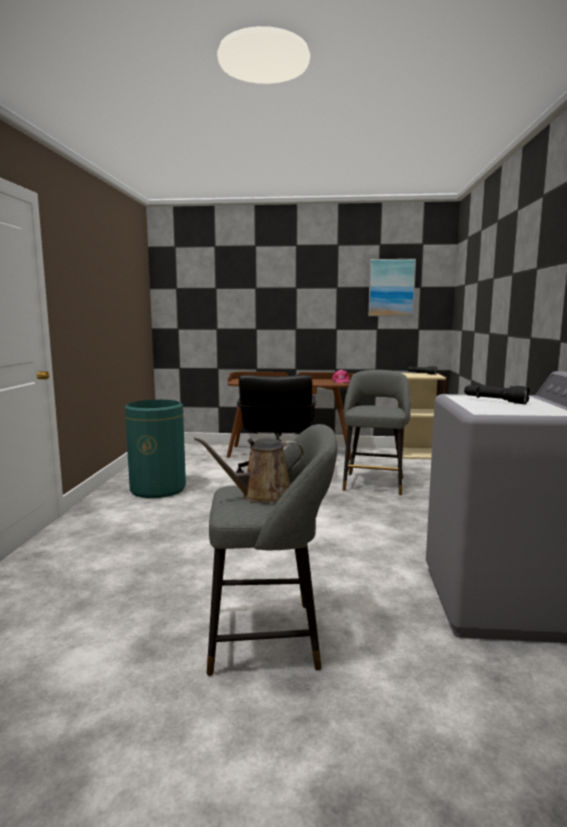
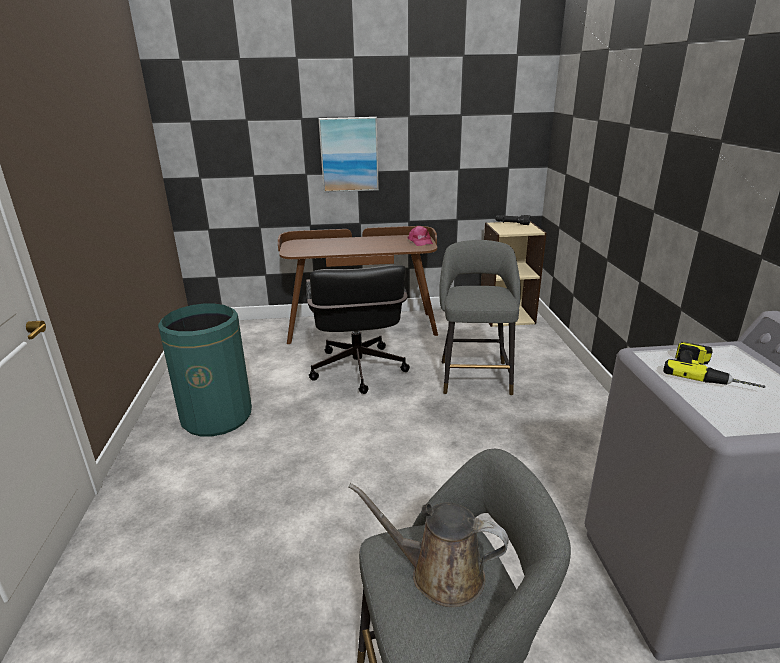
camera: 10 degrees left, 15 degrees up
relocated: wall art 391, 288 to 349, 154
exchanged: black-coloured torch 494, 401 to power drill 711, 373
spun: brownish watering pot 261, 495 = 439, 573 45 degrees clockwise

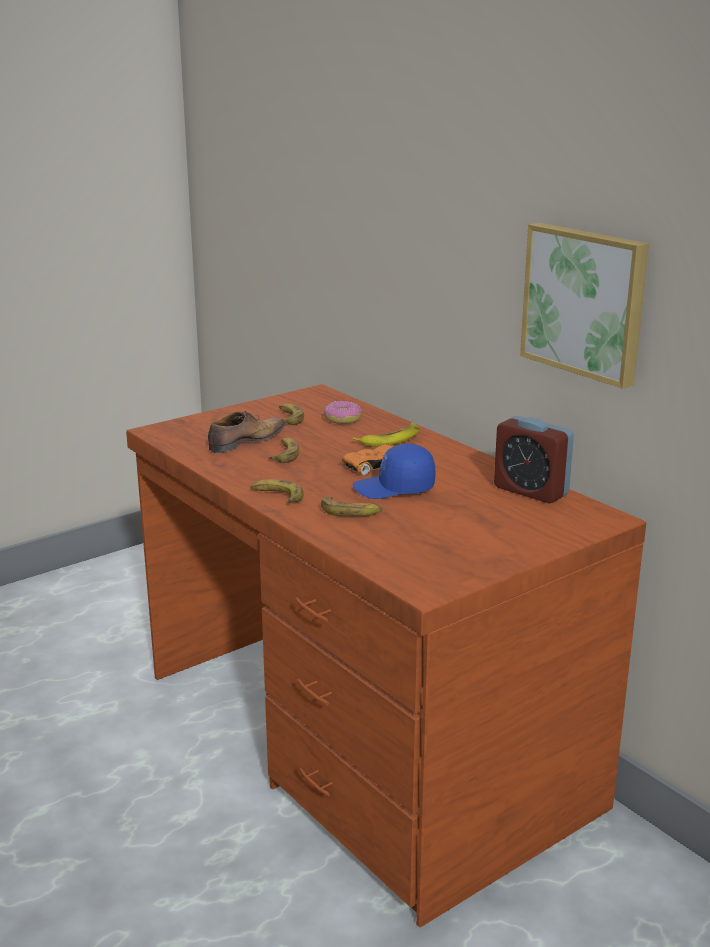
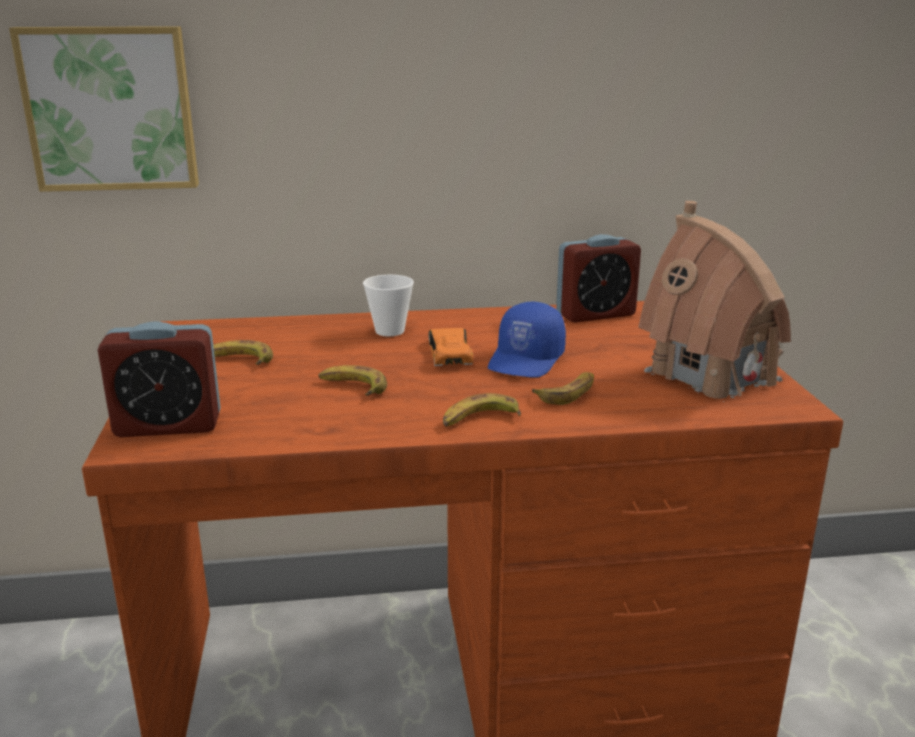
camera: 60 degrees left, 0 degrees up
missing: item of footwear 245, 442; doughnut 342, 419
appeared: bedside clock 168, 425; model house 711, 375
relocated: wall art 586, 302 to 111, 109
exchanged: banana fruit 391, 439 to small cup 389, 331

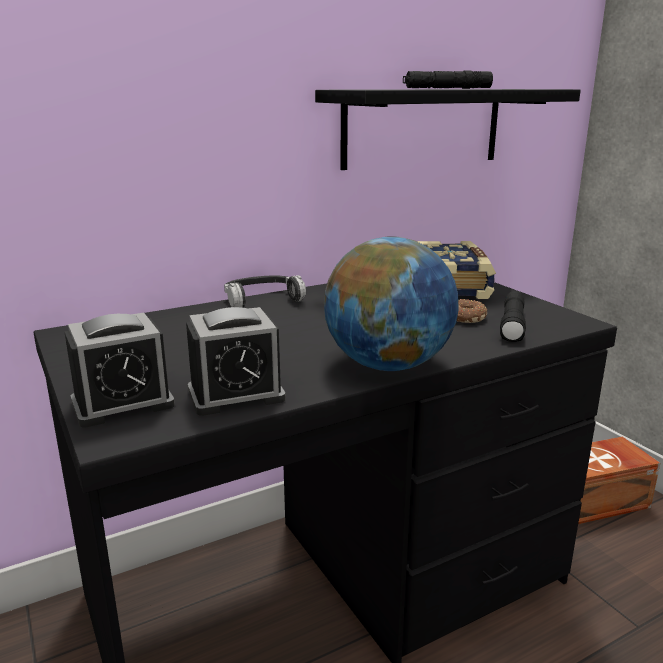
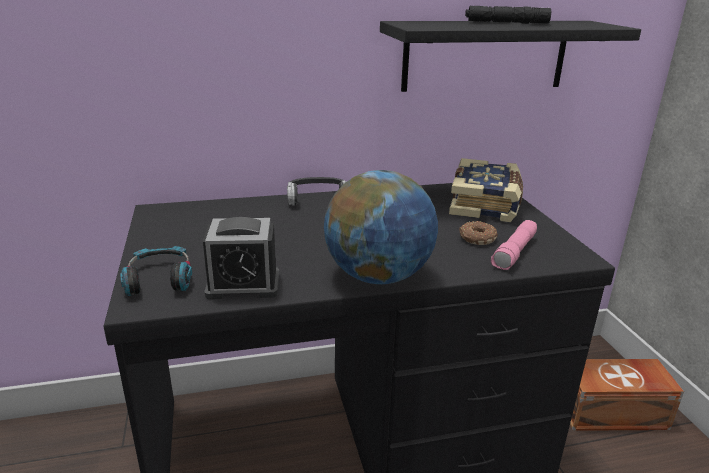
camera: 15 degrees right, 5 degrees up
exchanged: bedside clock 123, 403 to headphones 159, 279
colour: black-coloured torch 513, 325 to pink-coloured torch 515, 253

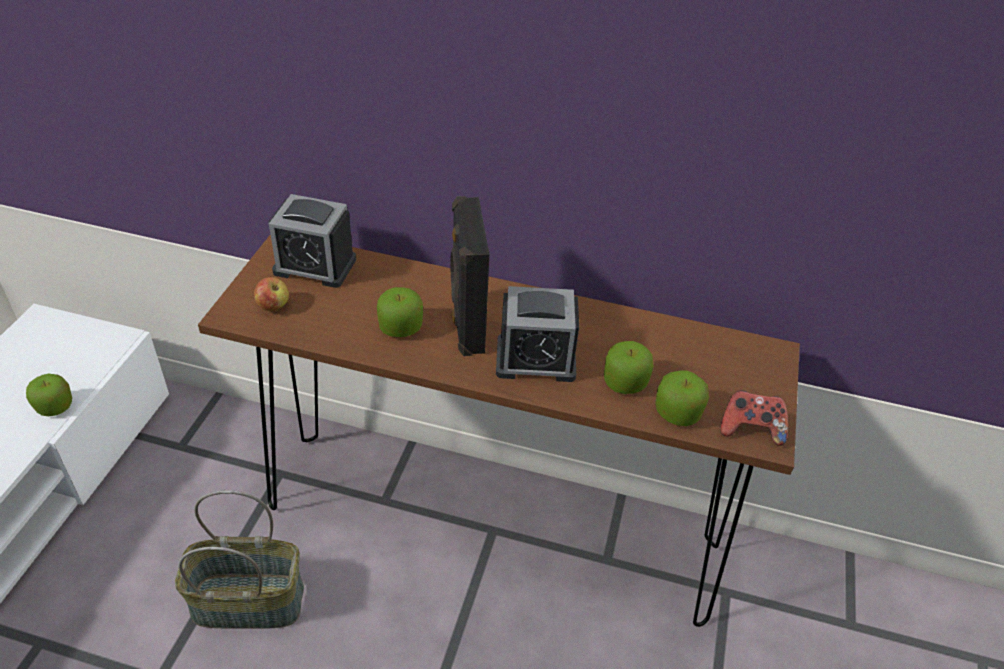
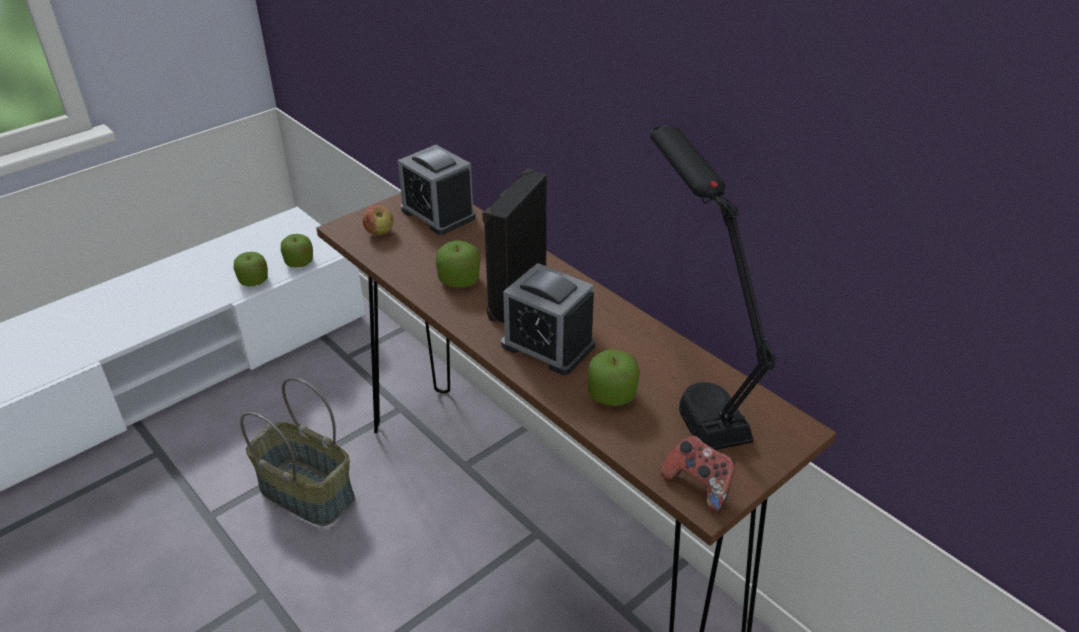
camera: 35 degrees right, 5 degrees down
appeared: black-coloured table lamp 690, 383
relocated: whole apple 677, 413 to 299, 262

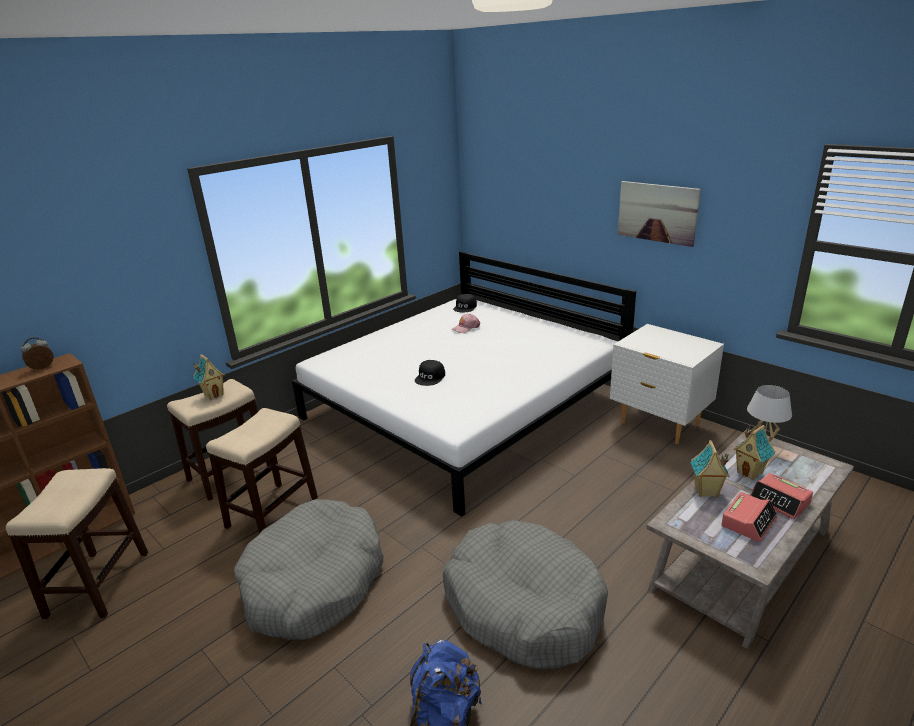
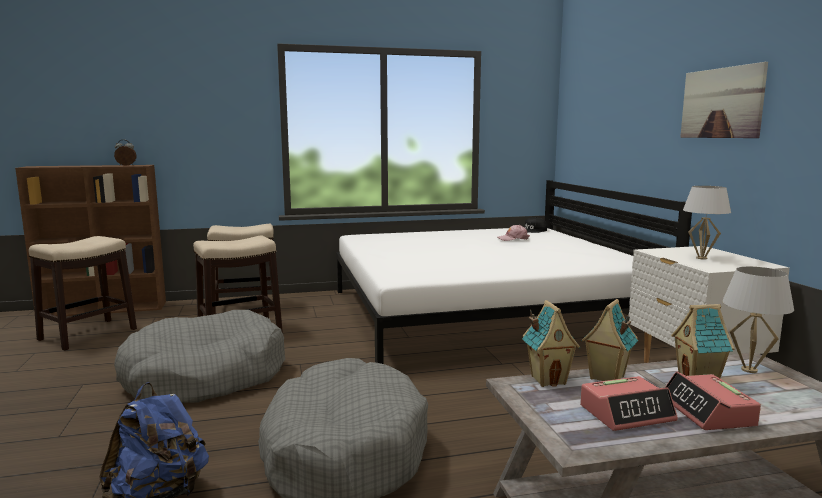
camera: 30 degrees right, 15 degrees down
missing: black-coloured baseball cap 430, 377
appeared: whitish table lamp 702, 258
relocated: model house 214, 395 to 548, 380

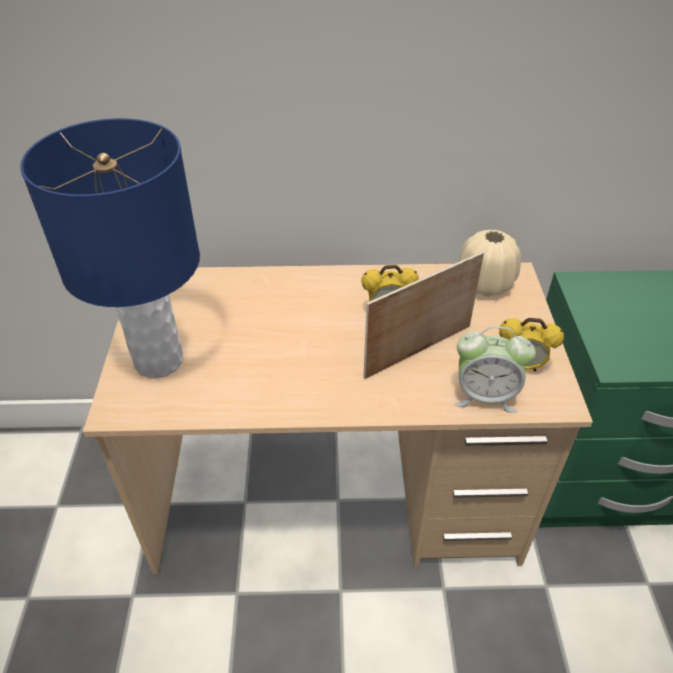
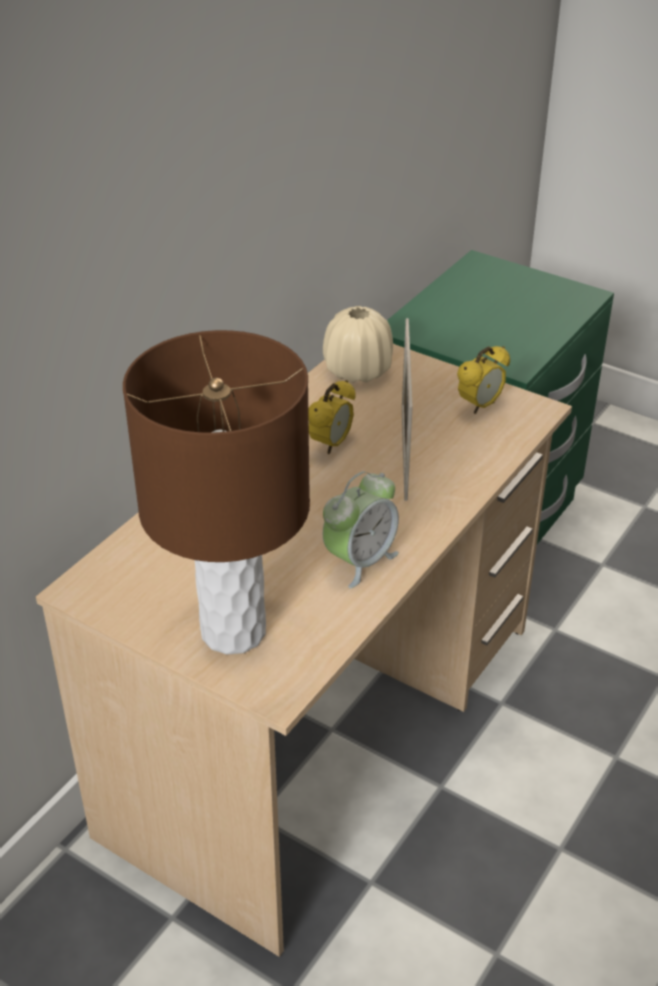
camera: 55 degrees left, 5 degrees down
relocated: bedside clock 485, 396 to 360, 561
colour: bluish table lamp 159, 360 to brownish table lamp 233, 630

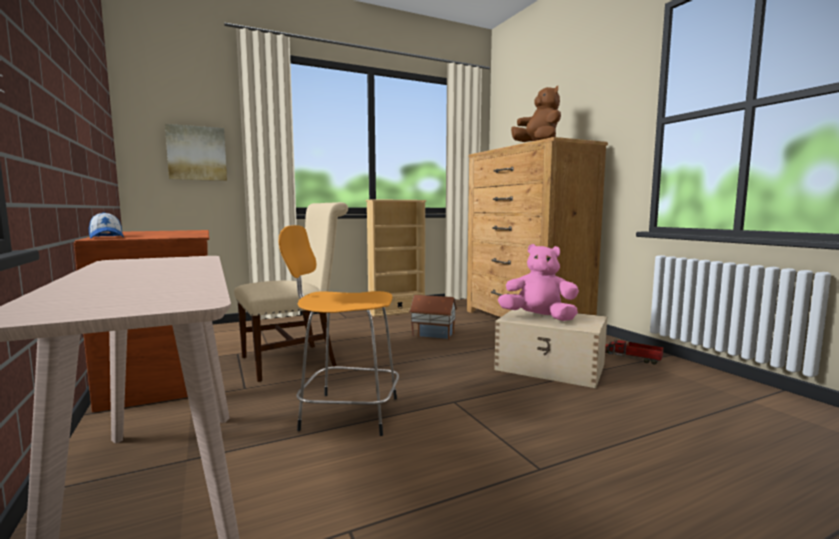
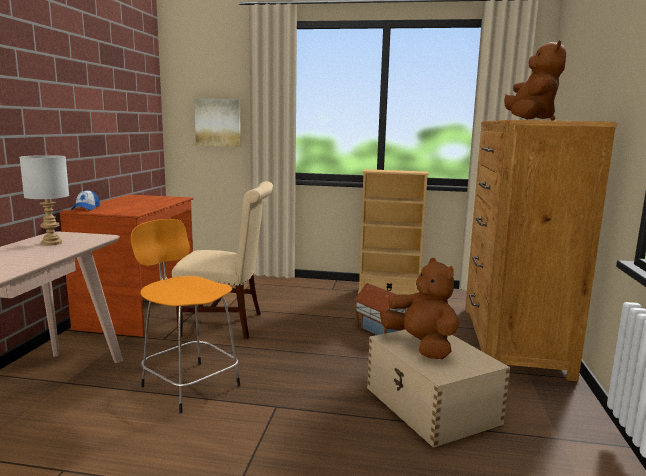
camera: 35 degrees right, 5 degrees up
missing: model truck 631, 358
appeared: greyish table lamp 52, 243
colour: pink-coloured cuddly toy 539, 318 to brownish cuddly toy 421, 346

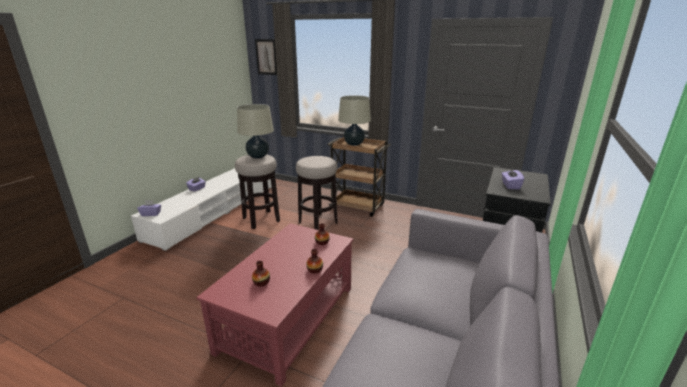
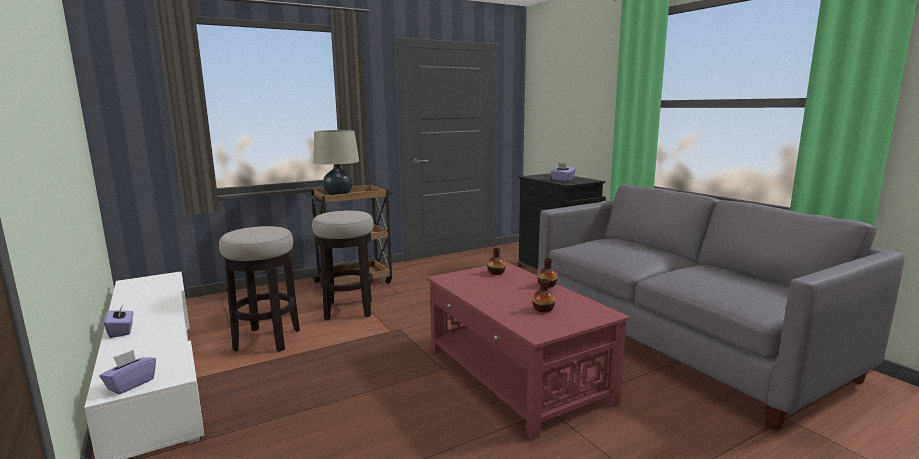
camera: 55 degrees left, 10 degrees down
missing: sand-coloured table lamp 258, 156; wall art 266, 57

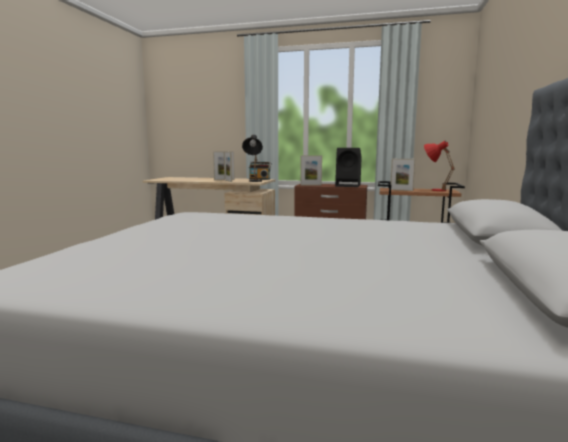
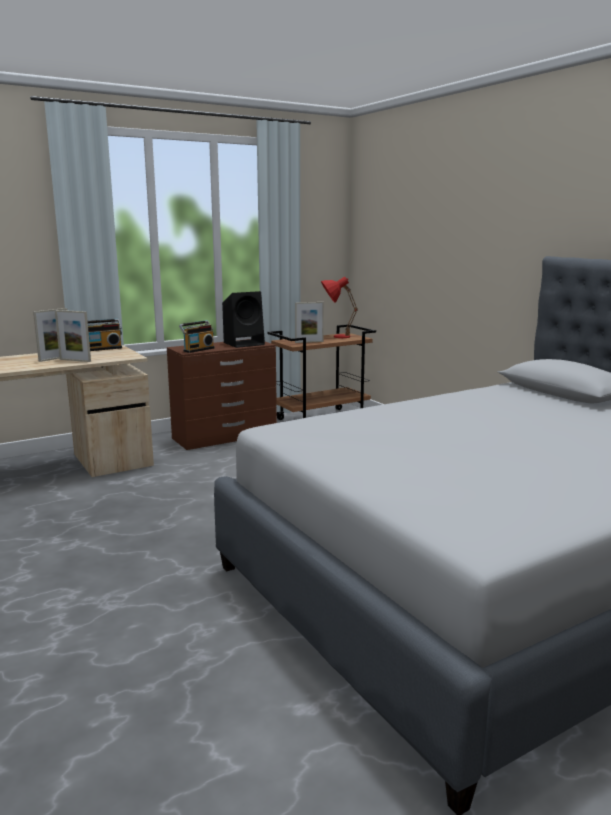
camera: 45 degrees left, 5 degrees up
missing: black-coloured table lamp 254, 181
exchanged: standing frame 311, 185 to radio receiver 198, 349

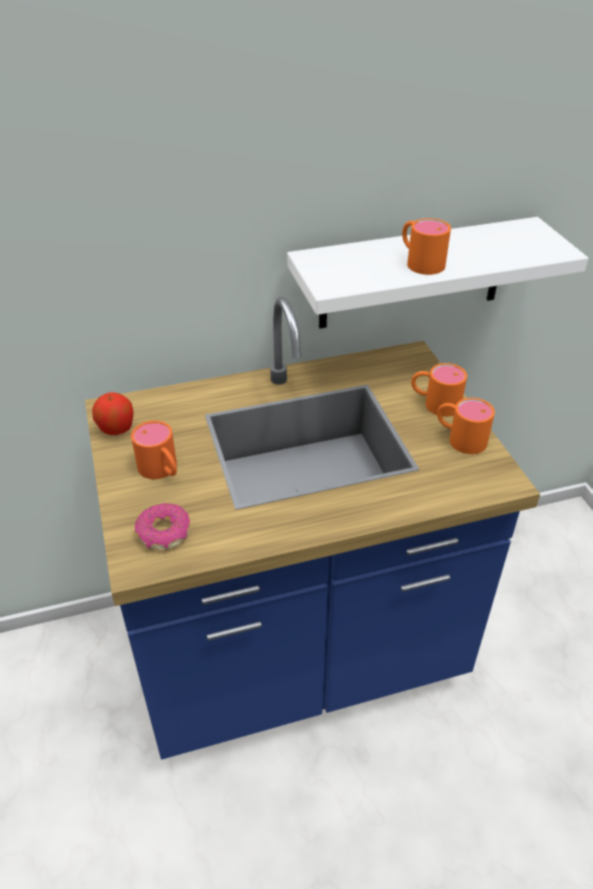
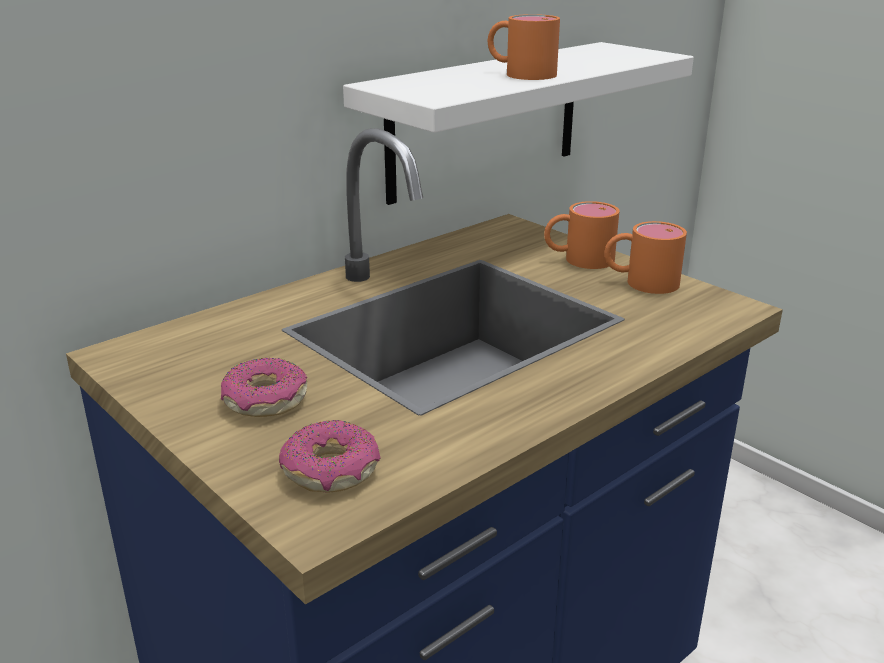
camera: 25 degrees left, 15 degrees down
missing: whole apple 116, 429
exchanged: orange-coloured tea mug 162, 470 to doughnut 265, 401

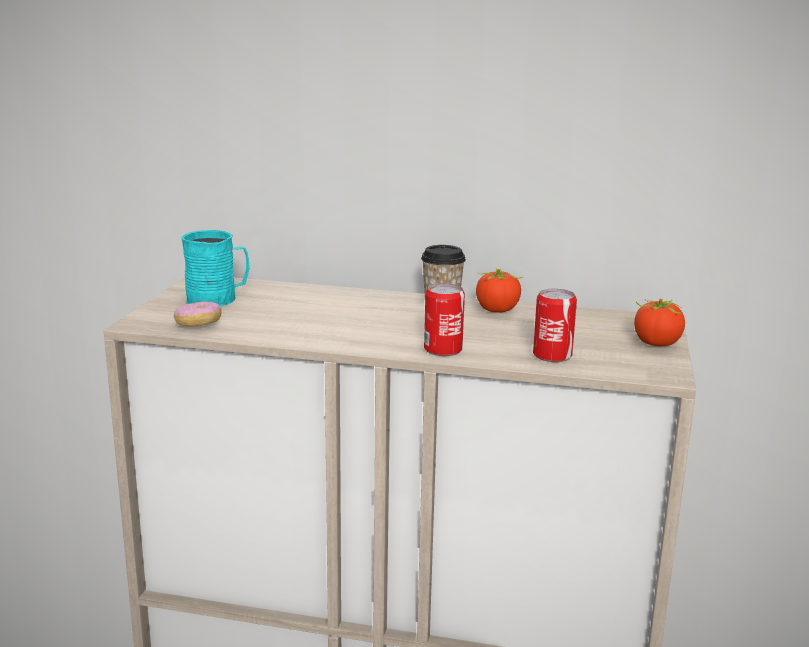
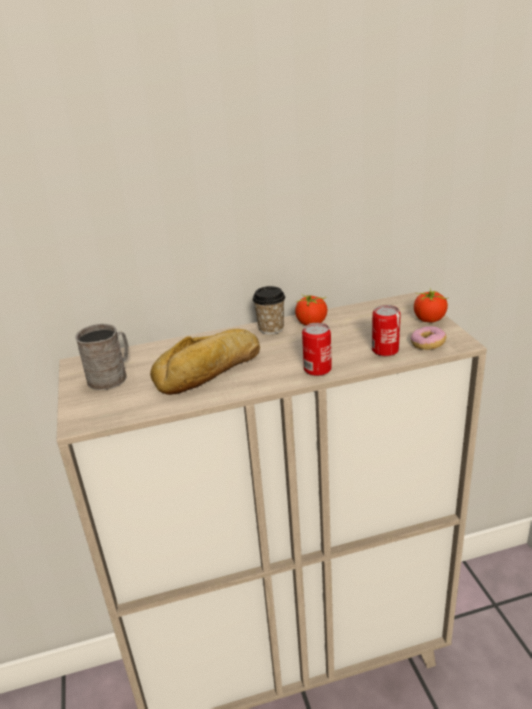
camera: 25 degrees left, 10 degrees up
appeared: bakery bread 211, 370
relocated: doughnut 198, 324 to 427, 345
colour: blue-green tea mug 218, 298 to greyish tea mug 111, 376

